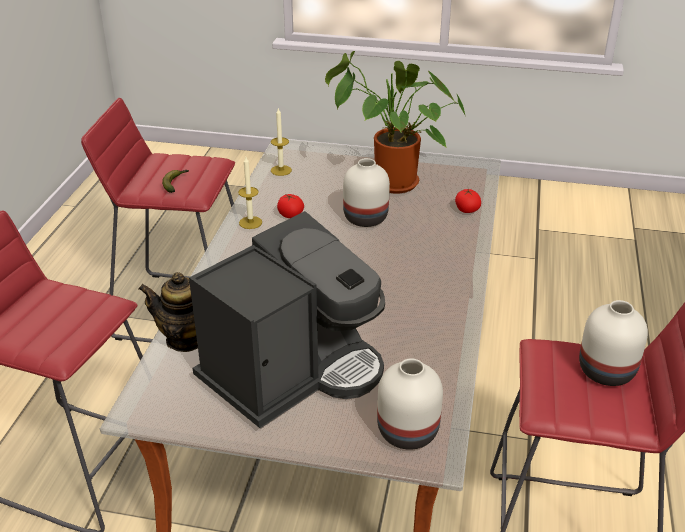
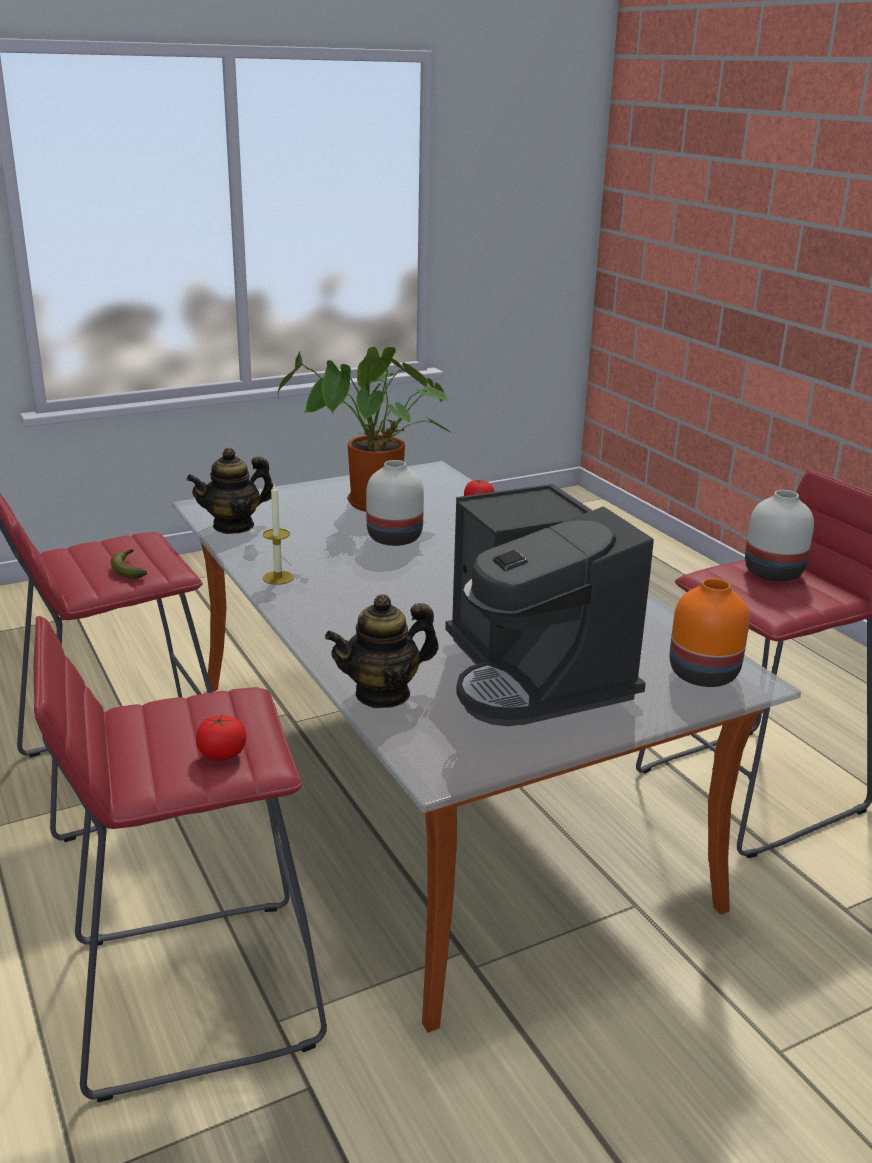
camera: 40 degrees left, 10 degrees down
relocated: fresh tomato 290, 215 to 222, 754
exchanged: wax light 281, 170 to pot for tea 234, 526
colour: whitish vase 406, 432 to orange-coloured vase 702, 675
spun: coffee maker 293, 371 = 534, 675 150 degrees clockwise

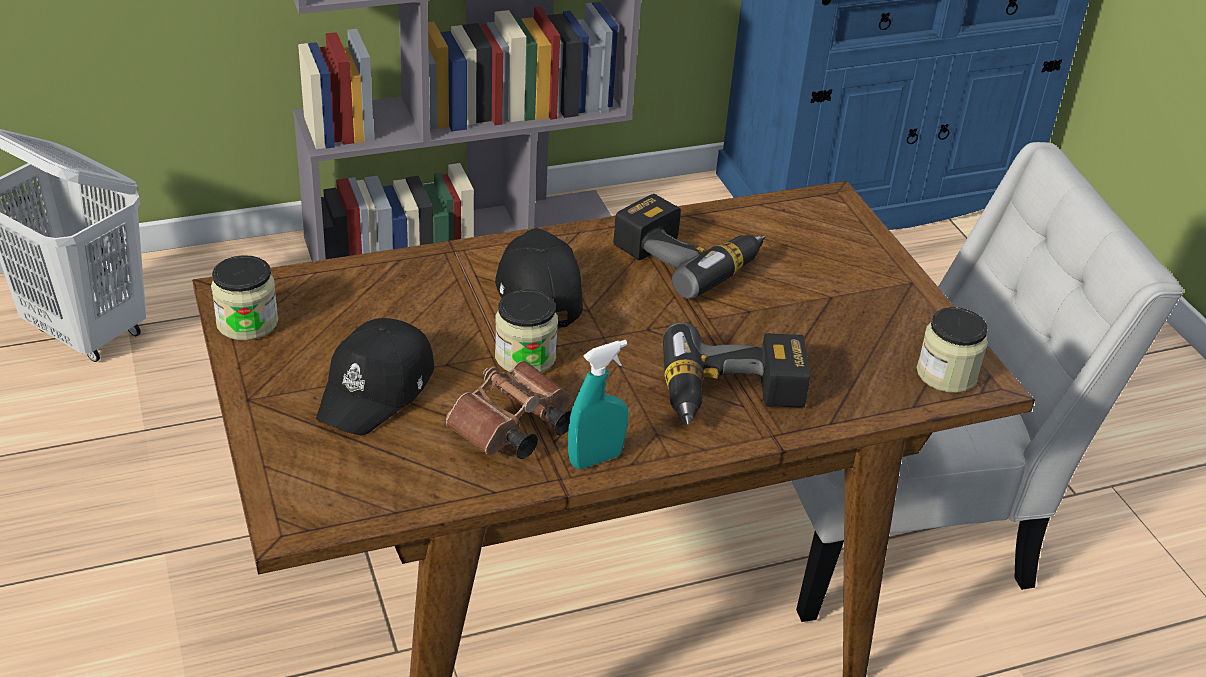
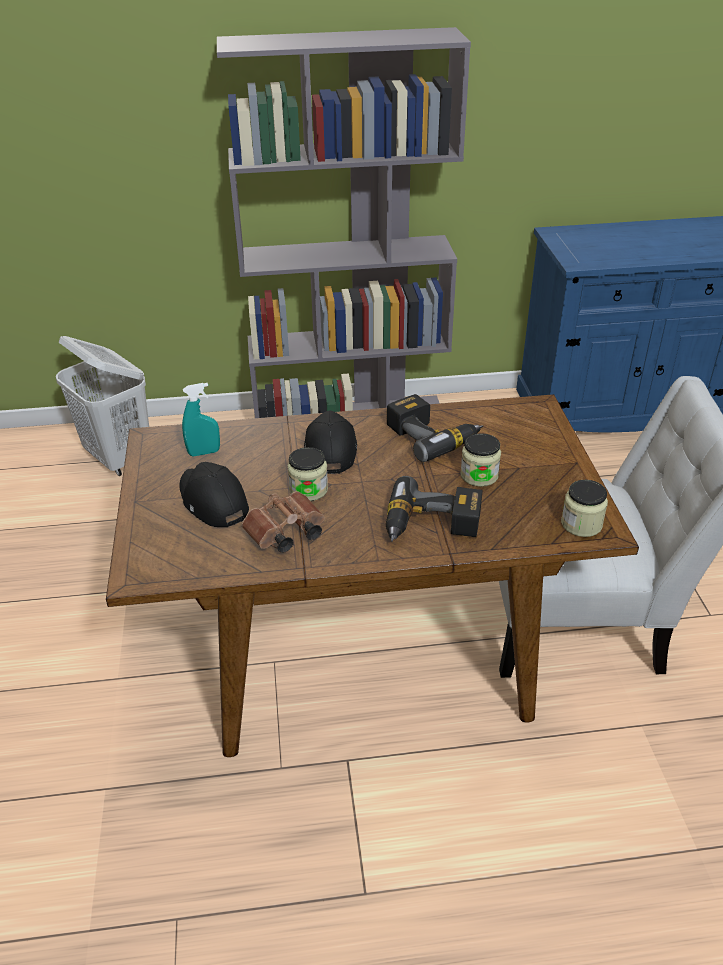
camera: 15 degrees right, 0 degrees up
relocated: preserve jar 247, 323 to 479, 475; blue-green spray bottle 595, 459 to 204, 452
spun: black-coloured baseball cap 377, 389 = 212, 502 105 degrees clockwise

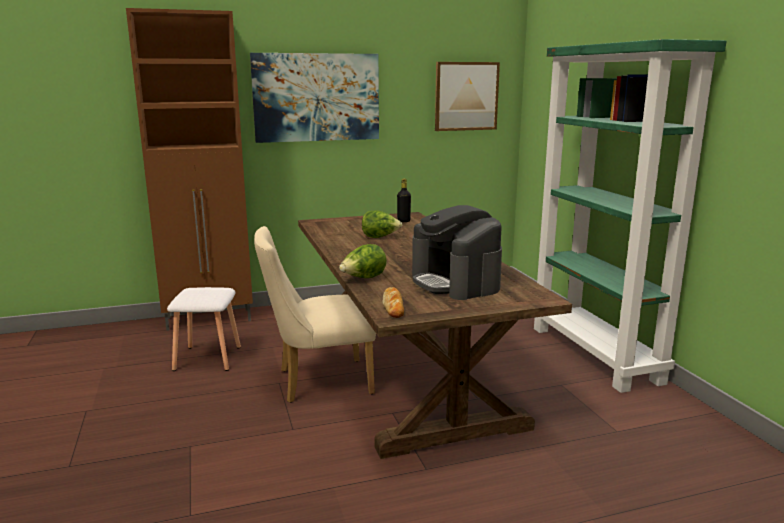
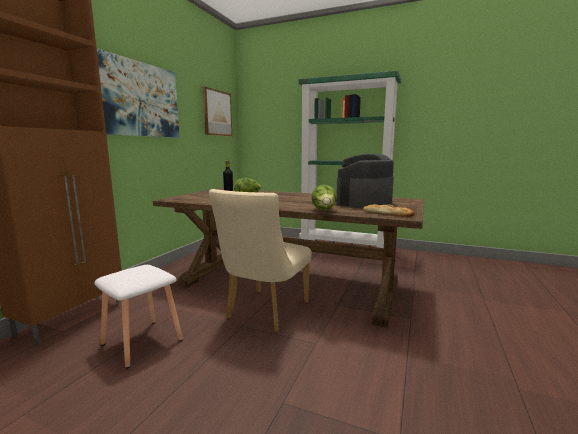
camera: 50 degrees left, 5 degrees down
spun: coffee maker 455, 283 = 364, 203 120 degrees clockwise

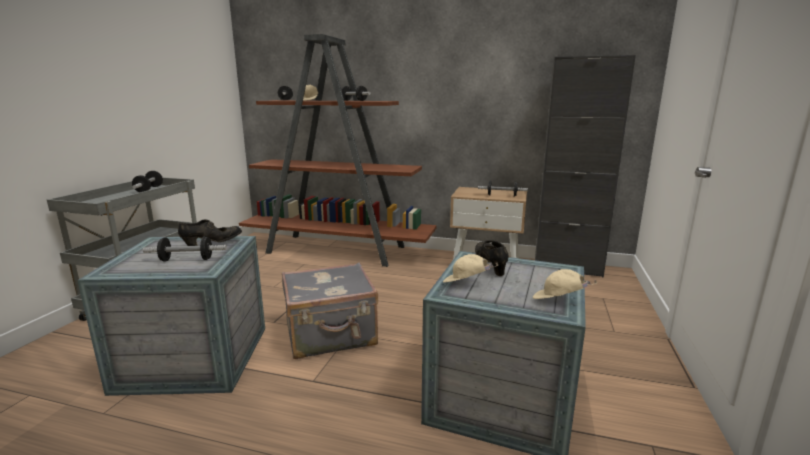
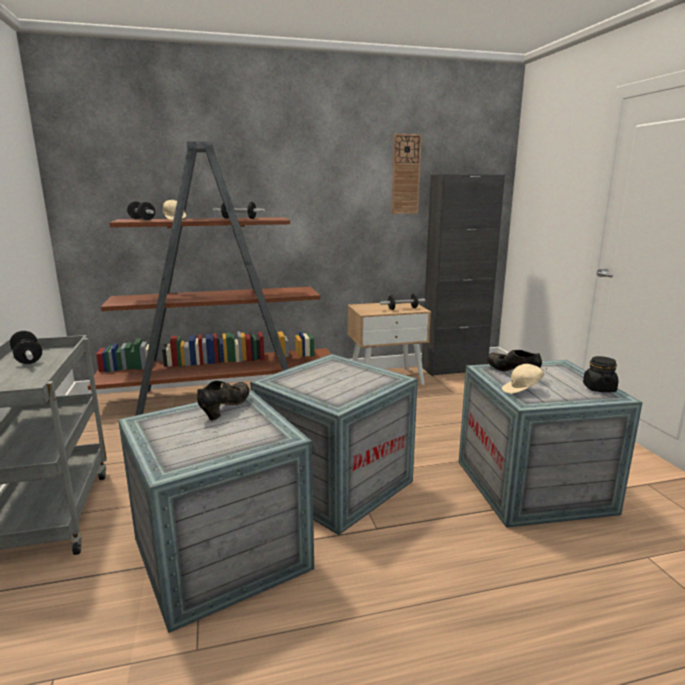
camera: 30 degrees left, 0 degrees up
missing: dumbbell 187, 260
appeared: wall clock 405, 174
exchanged: greyish suitcase 331, 335 to crate 336, 482; sand-coloured baseball cap 558, 301 to black-coloured preserve jar 599, 388

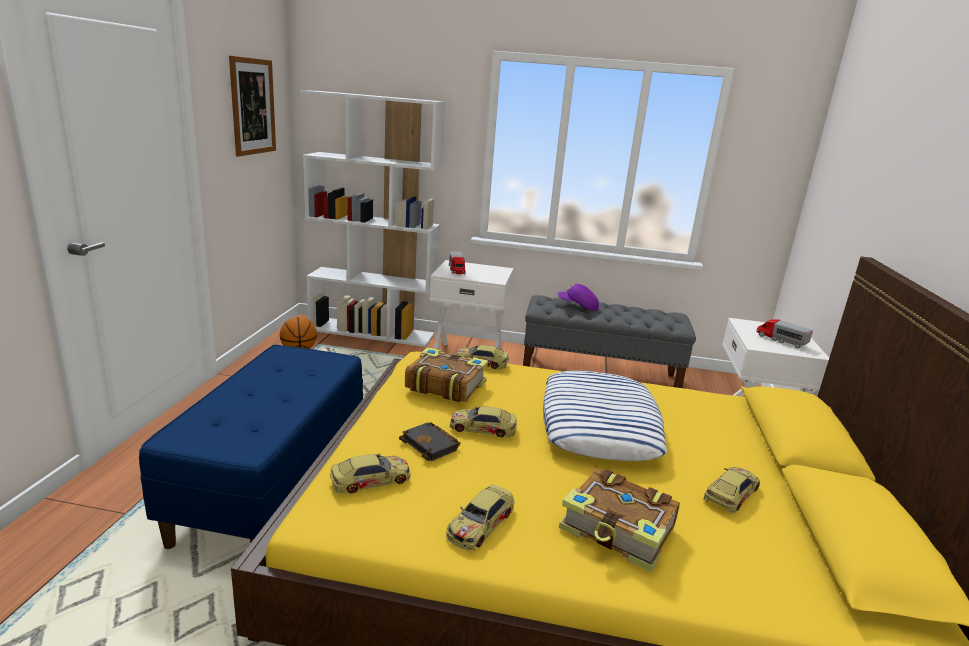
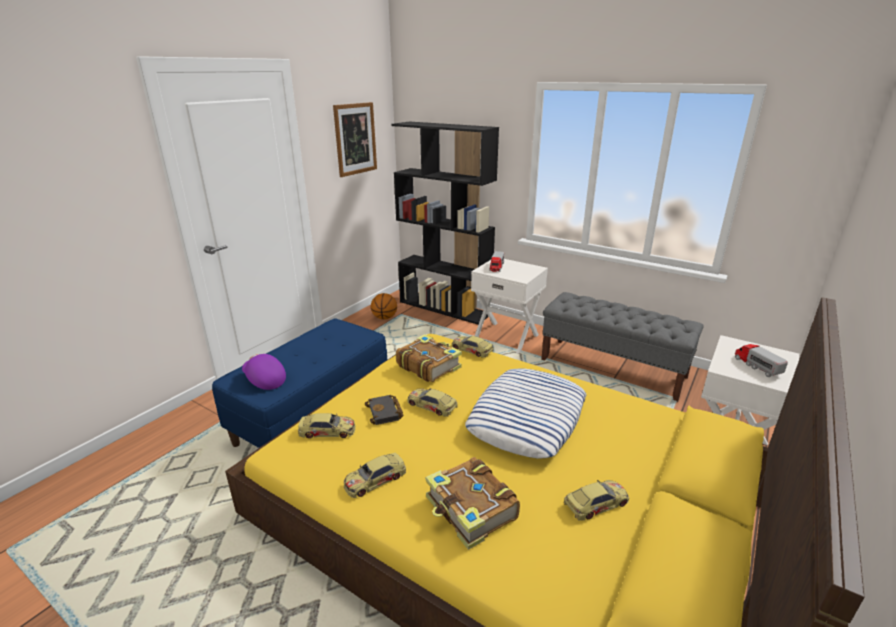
camera: 25 degrees right, 5 degrees up
relocated: purplish baseball cap 578, 307 to 264, 380
colour: whitish bookcase 373, 332 to black-coloured bookcase 445, 308

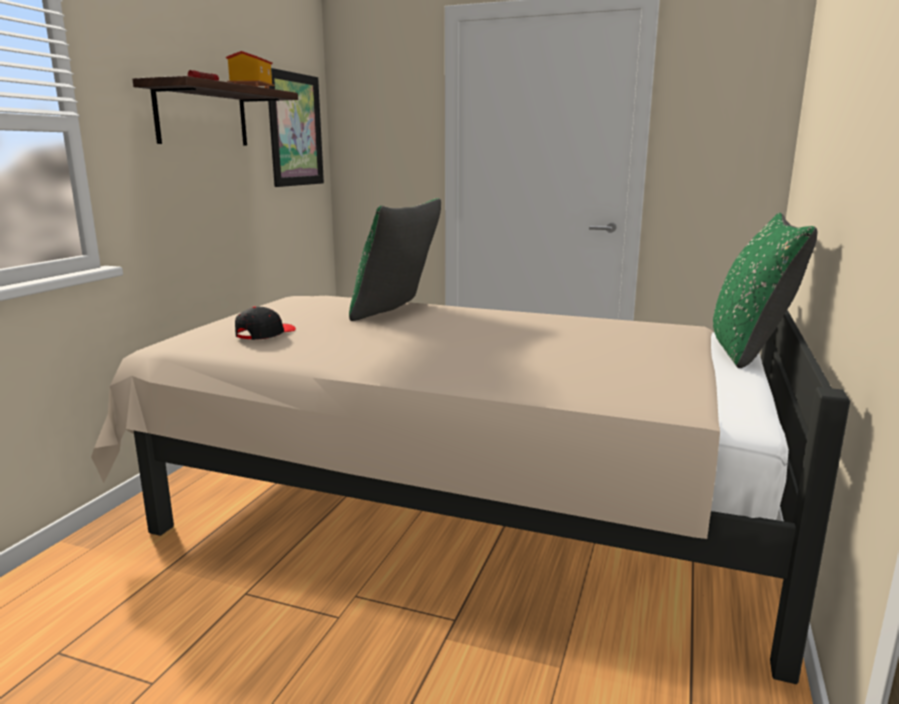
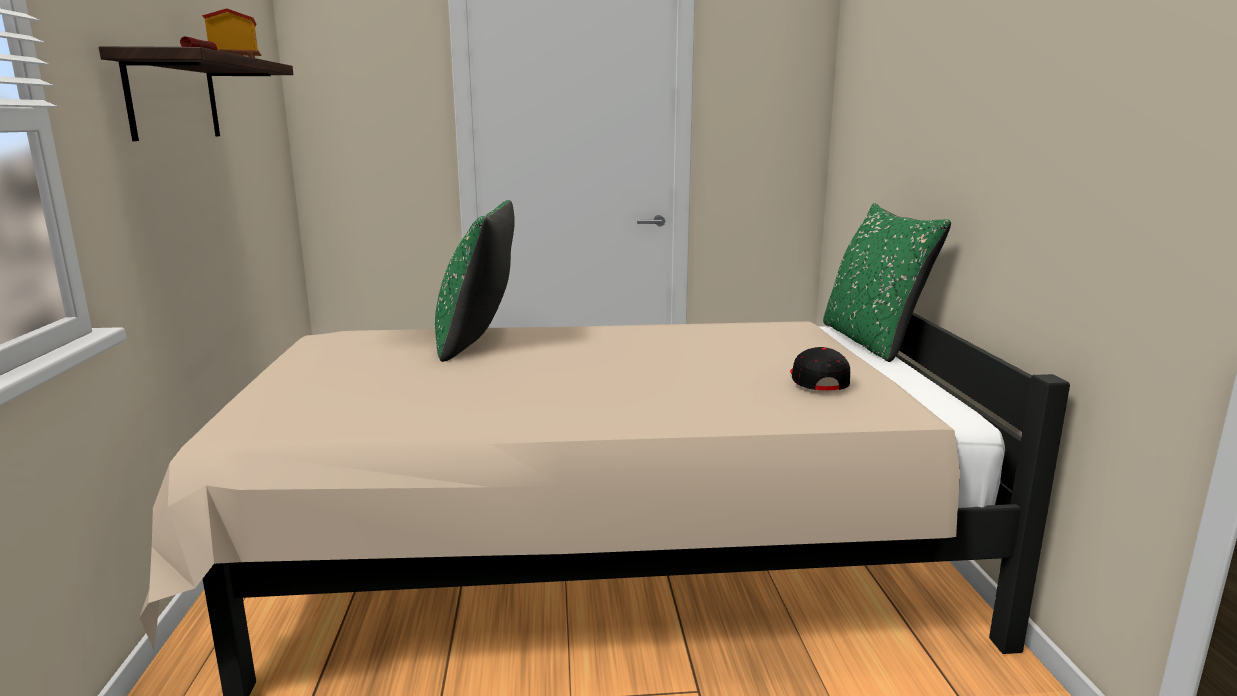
camera: 25 degrees left, 0 degrees up
missing: wall art 295, 130
relocated: black-coloured baseball cap 265, 334 to 817, 381

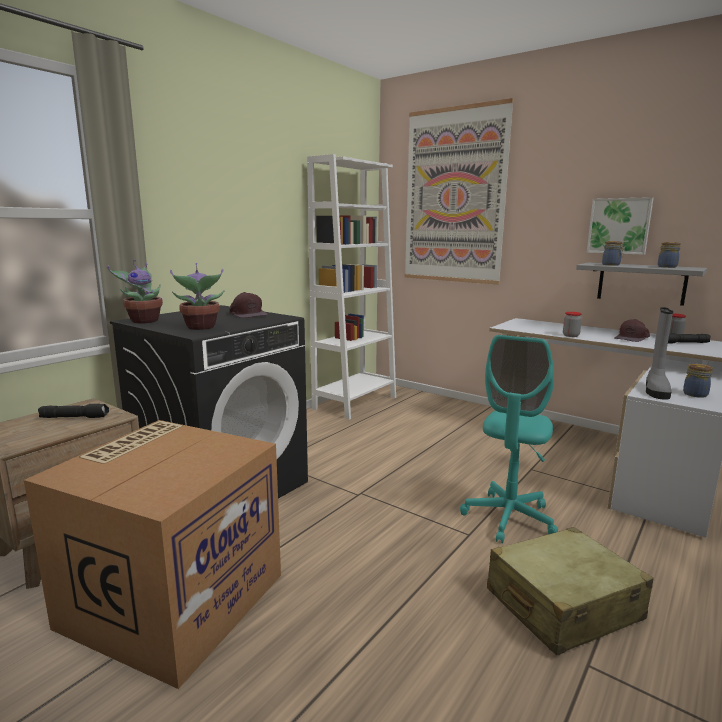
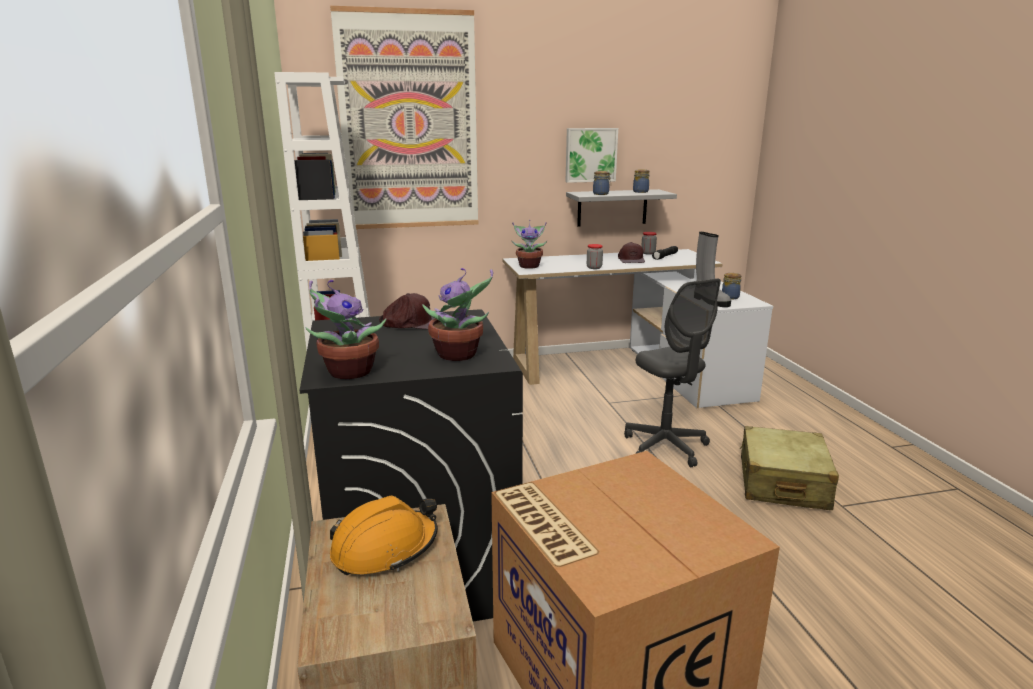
camera: 50 degrees left, 5 degrees up
appeared: potted plant 529, 266
exchanged: black-coloured torch 75, 417 to orange-coloured work helmet 385, 549
colour: blue-green desk chair 508, 518 to greyish desk chair 665, 447

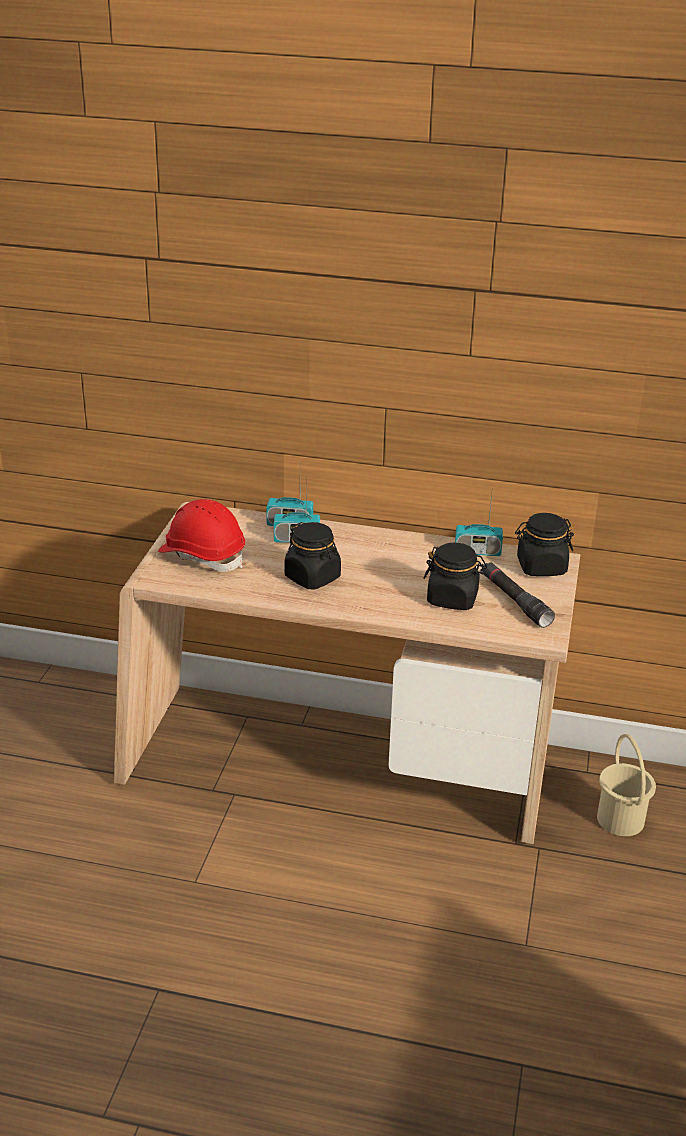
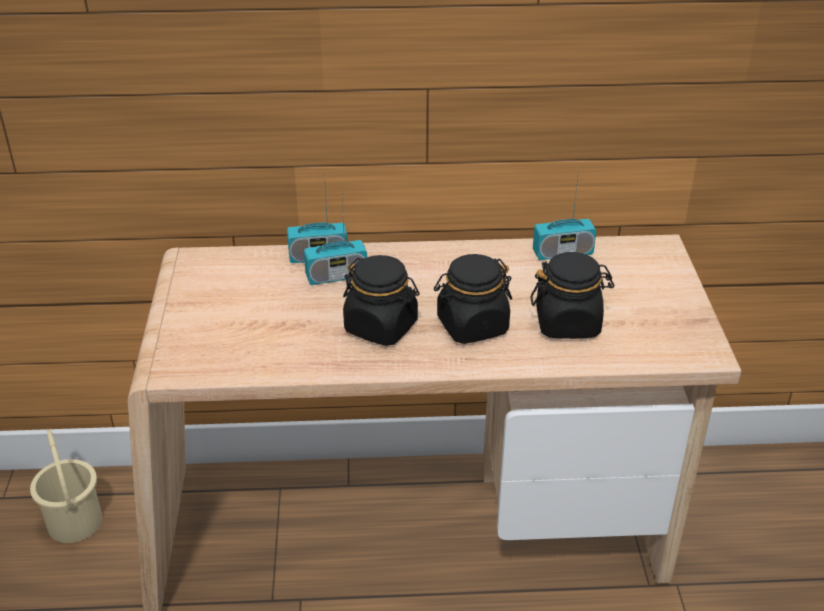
camera: 15 degrees left, 5 degrees up
missing: reddish work helmet 202, 555; black-coloured torch 515, 601
relocated: black-coloured preserve jar 541, 567 to 472, 326; sand-coloured water bucket 621, 819 to 75, 521

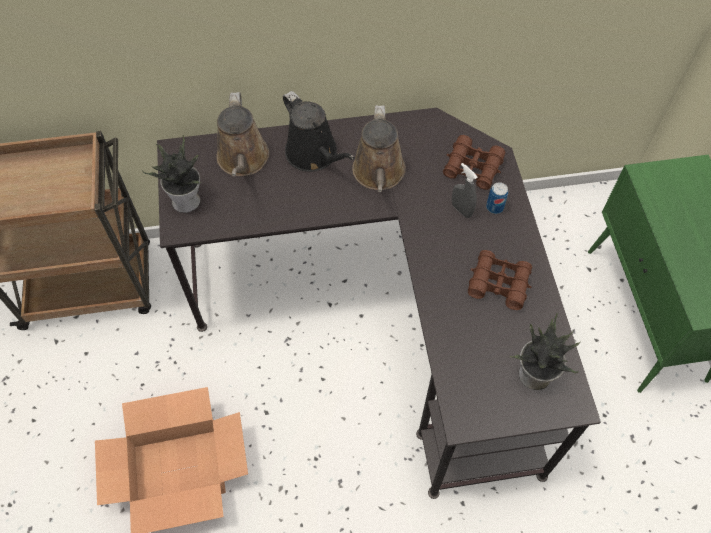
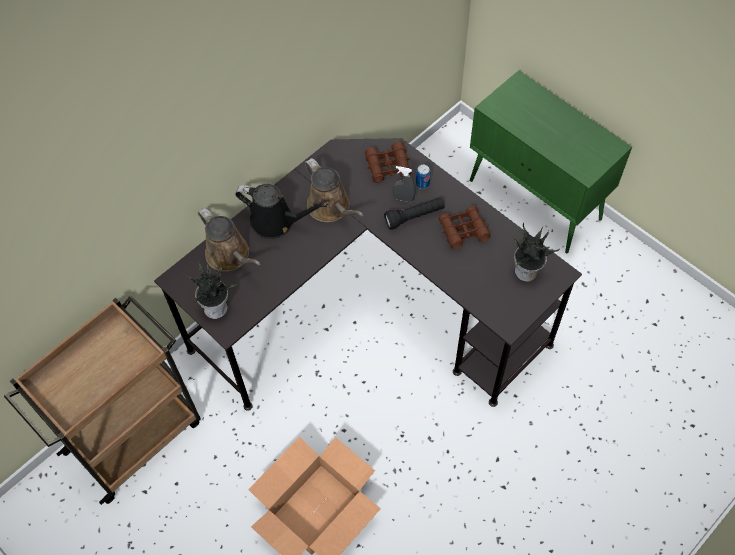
camera: 35 degrees left, 0 degrees up
appeared: black-coloured torch 414, 217

